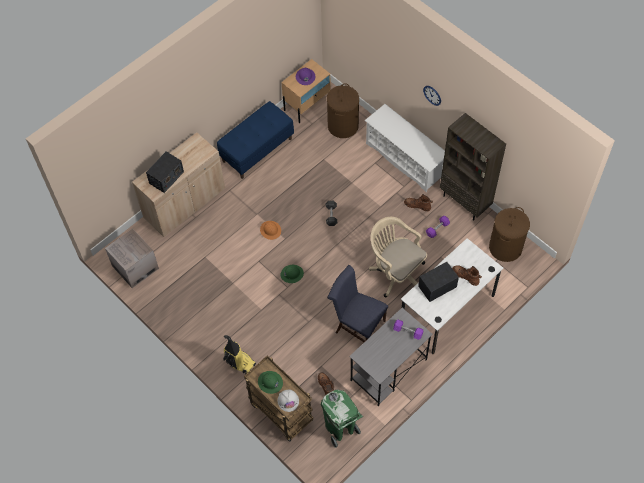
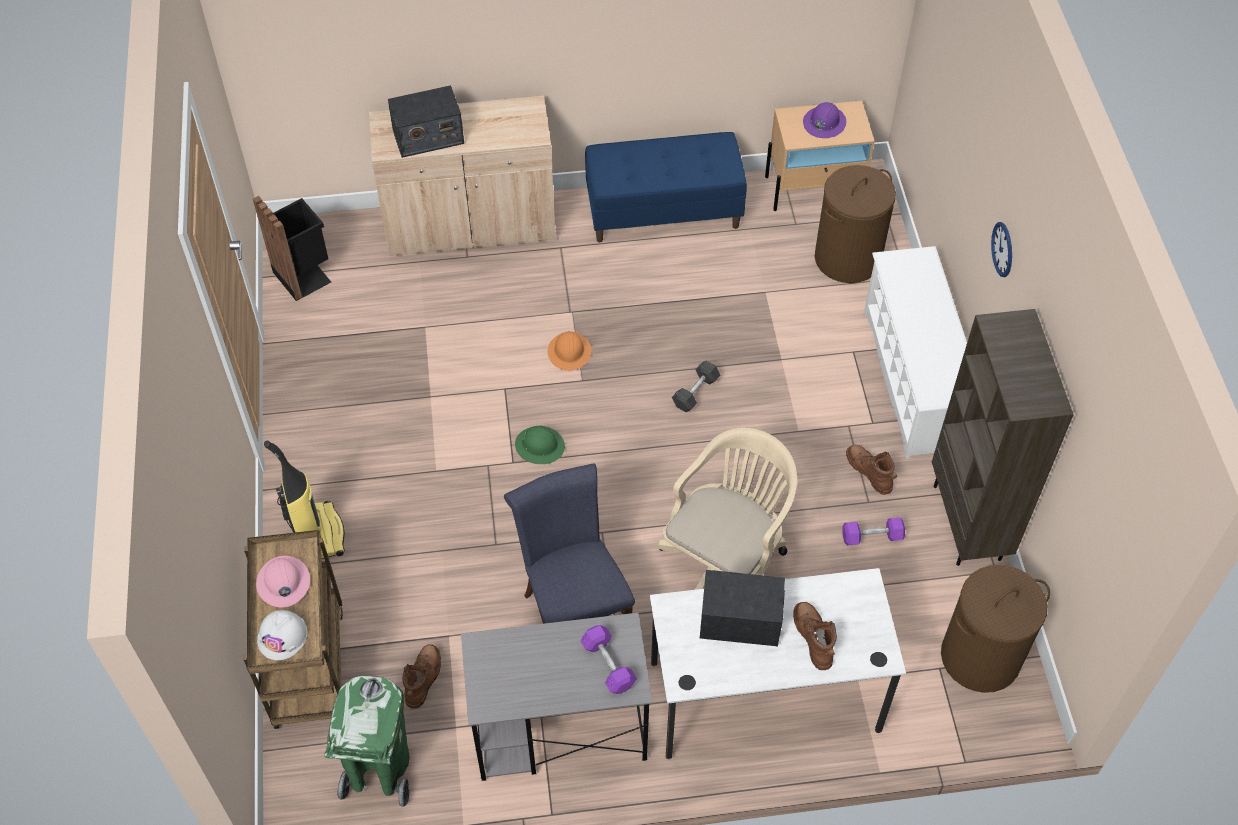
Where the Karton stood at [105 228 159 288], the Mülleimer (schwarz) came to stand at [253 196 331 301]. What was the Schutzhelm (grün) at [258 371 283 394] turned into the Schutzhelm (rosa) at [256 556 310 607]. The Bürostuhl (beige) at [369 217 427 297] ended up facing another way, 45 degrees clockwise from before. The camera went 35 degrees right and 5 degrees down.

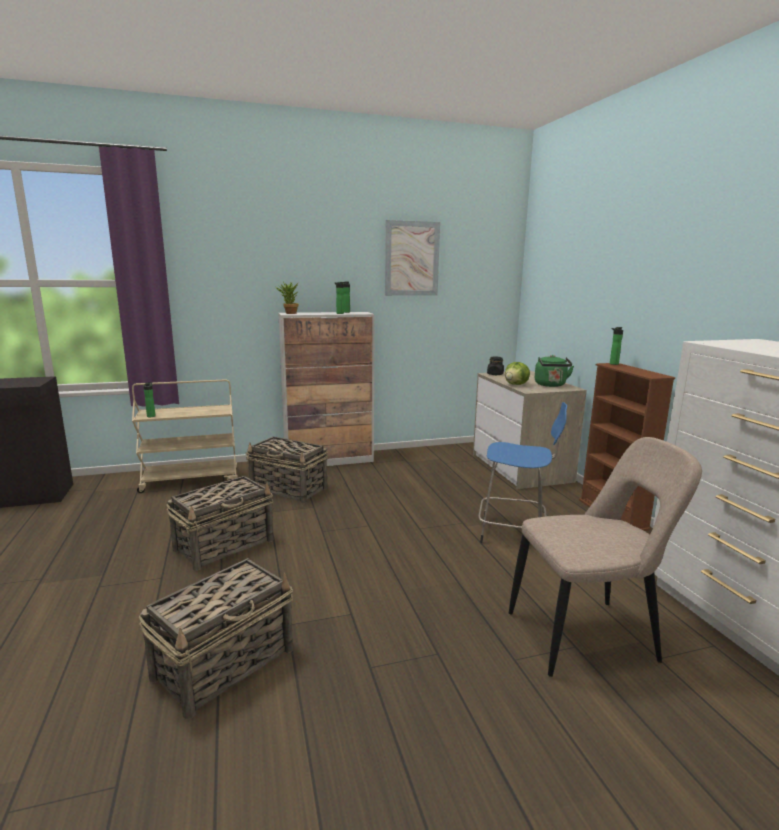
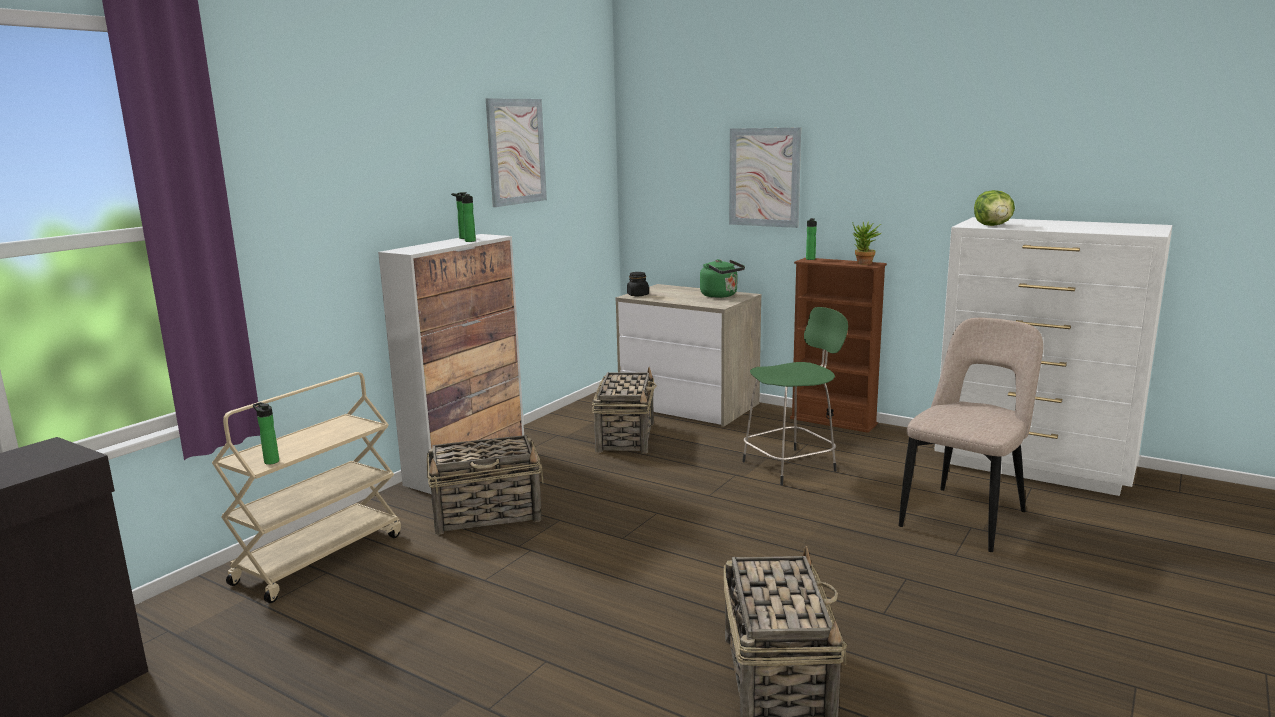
The Korb ended up elsewhere, having gone from [166 476 274 571] to [592 367 657 453]. The second view gained the Bild at [729 127 801 228]. What was the Hocker (blau) at [479 402 567 543] turned into the Hocker (grün) at [742 307 848 485]. The Topfpflanze ended up elsewhere, having gone from [276 281 299 314] to [853 221 881 265]. The Salatkopf ended up elsewhere, having gone from [505 362 530 385] to [974 190 1015 226]. The camera went 40 degrees left and 0 degrees up.

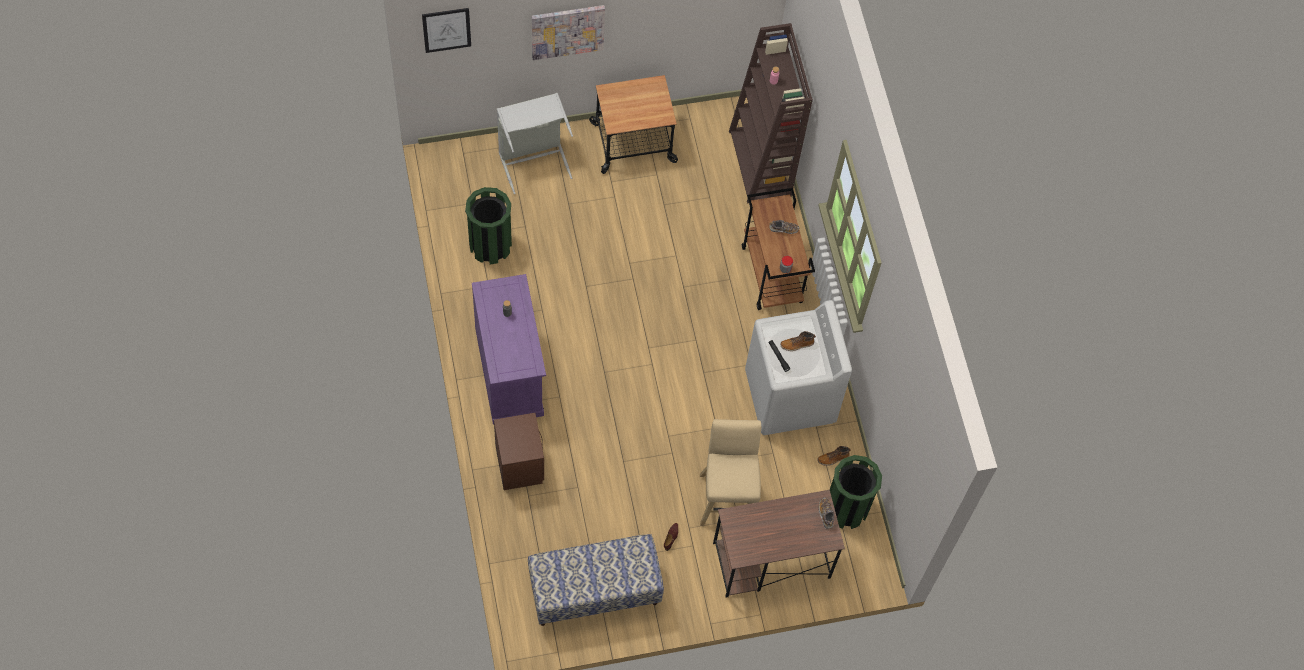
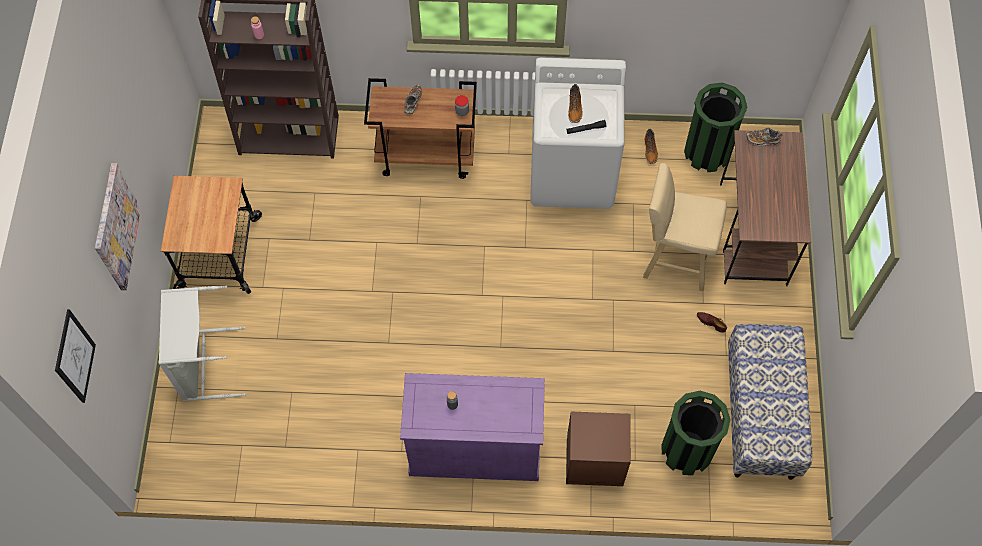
The Mülleimer (grün) ended up elsewhere, having gone from [465 187 512 265] to [662 391 731 475]. The camera went 70 degrees left and 0 degrees up.

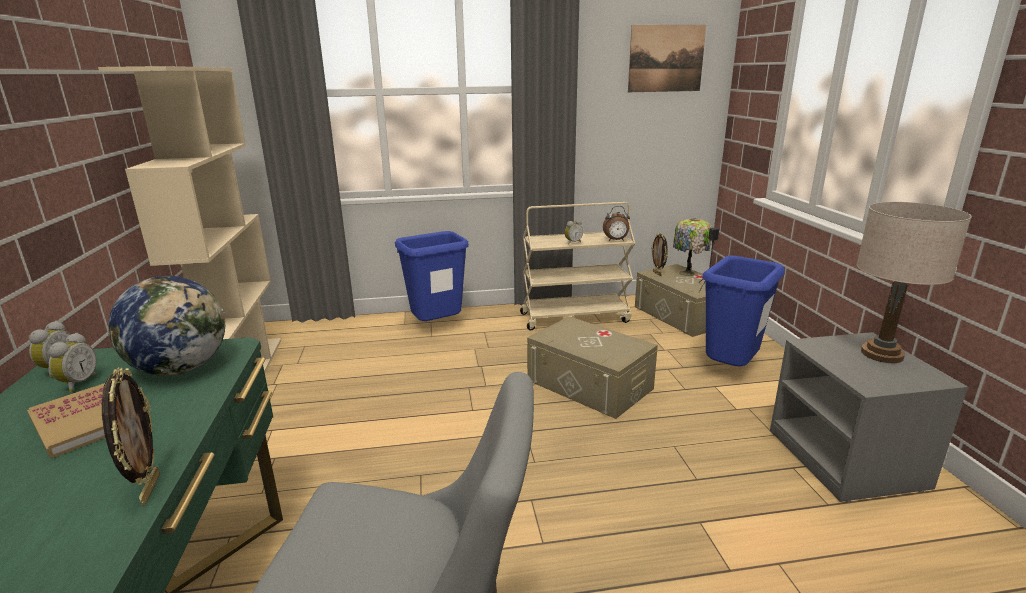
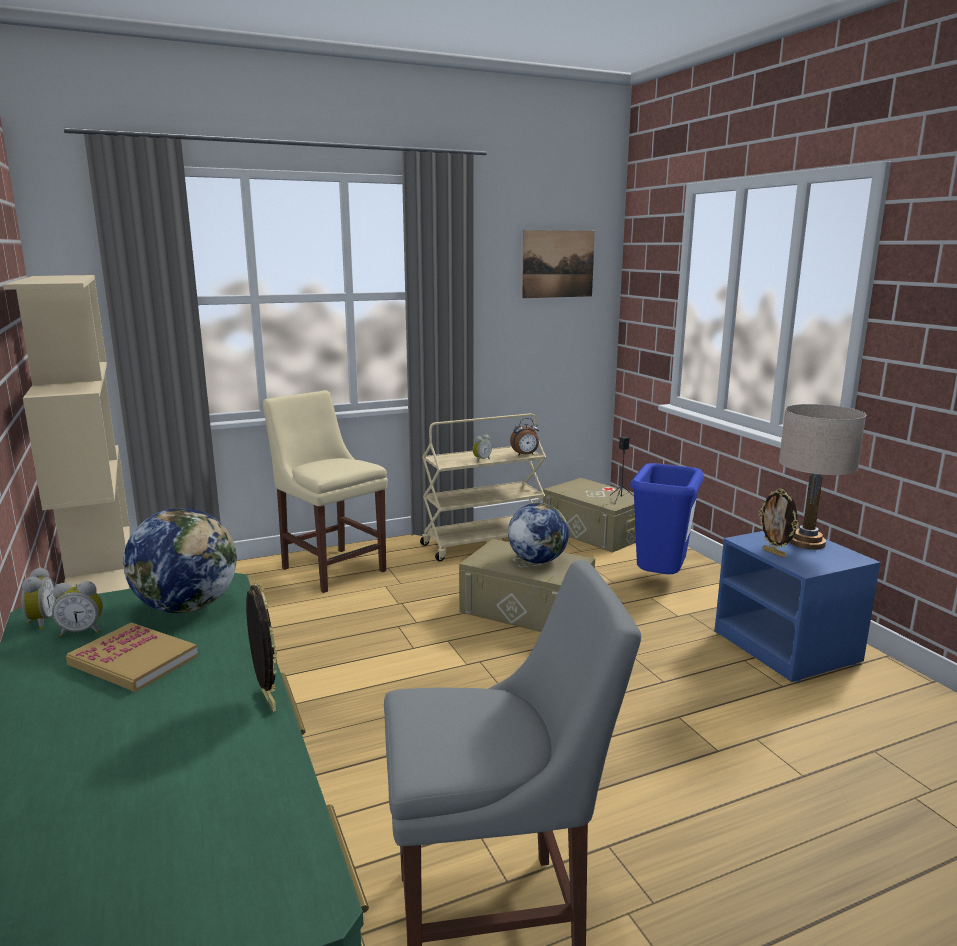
The Wecker at [49 333 97 392] ended up facing another way, 90 degrees clockwise from before. Where the Mülleimer (blau) stood at [395 231 469 321], the Stuhl (beige) came to stand at [263 390 388 593]. The second view gained the Globus at [508 503 569 563]. What was the Nachttisch (grau) at [770 332 968 503] turned into the Nachttisch (blau) at [715 527 881 682]. The Bilderrahmen ended up elsewhere, having gone from [651 232 668 276] to [758 488 799 558]. The second view lost the Tischlampe at [673 218 712 276]. The camera went 15 degrees left and 5 degrees down.

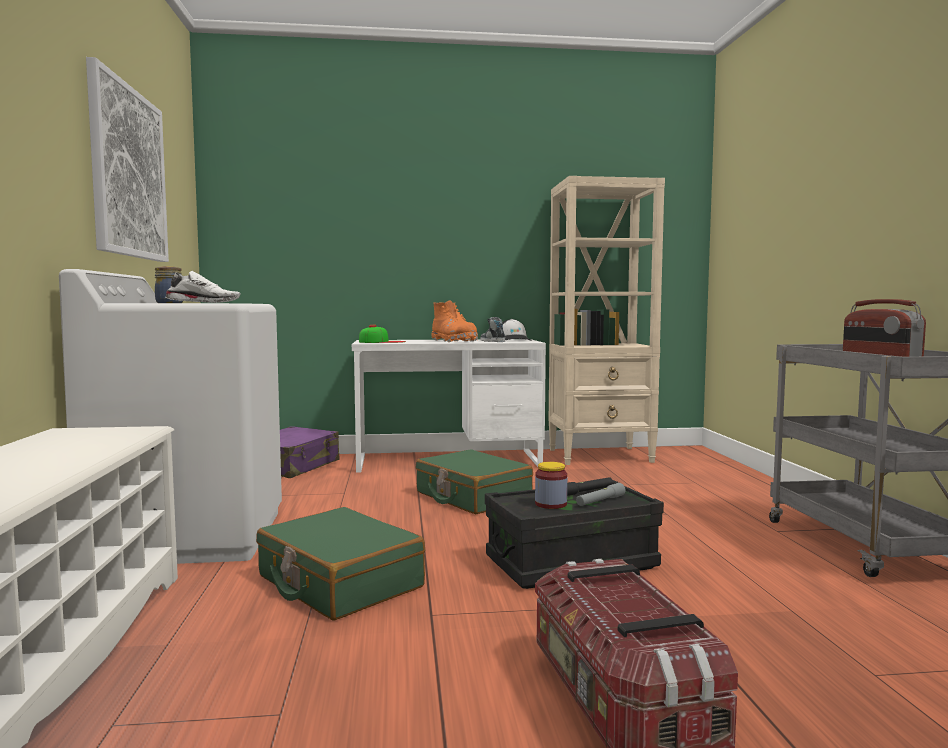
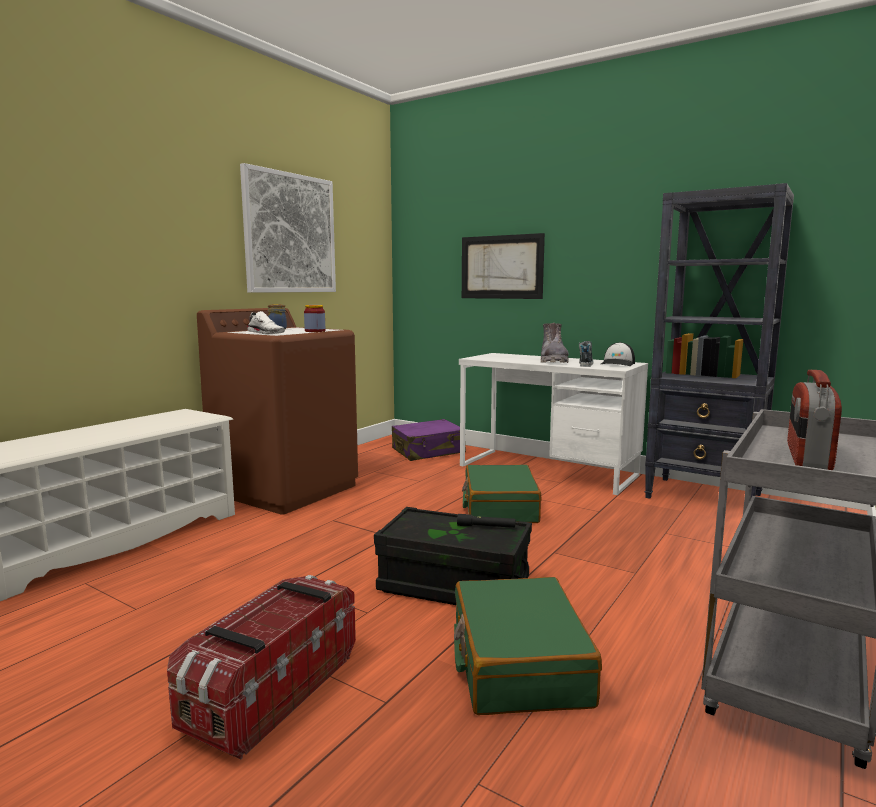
What was the Waschmaschine (weiß) at [59 269 282 564] turned into the Waschmaschine (braun) at [197 308 358 515]. The Vorratsglas ended up elsewhere, having gone from [535 462 567 509] to [304 305 325 332]. The Koffer (grün) ended up elsewhere, having gone from [256 507 425 621] to [454 577 602 715]. The second view gained the Bild at [462 233 545 299]. What was the Stiefel (orange) at [432 300 478 342] turned into the Stiefel (grau) at [540 323 569 363]. What was the Bücherregal (beige) at [549 176 665 465] turned into the Bücherregal (schwarz) at [645 183 794 499]. The second view lost the Kappe at [359 325 406 343]. The second view lost the Taschenlampe (grau) at [576 483 625 506]. The camera went 40 degrees right and 5 degrees up.

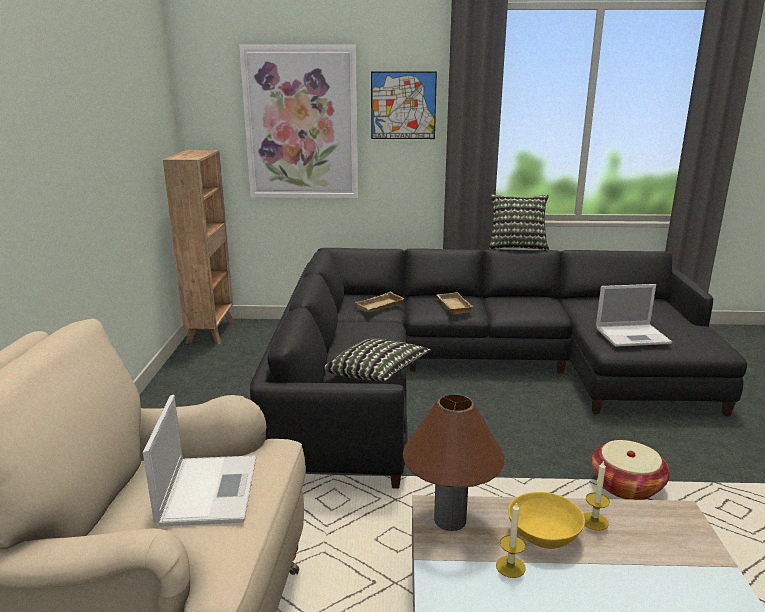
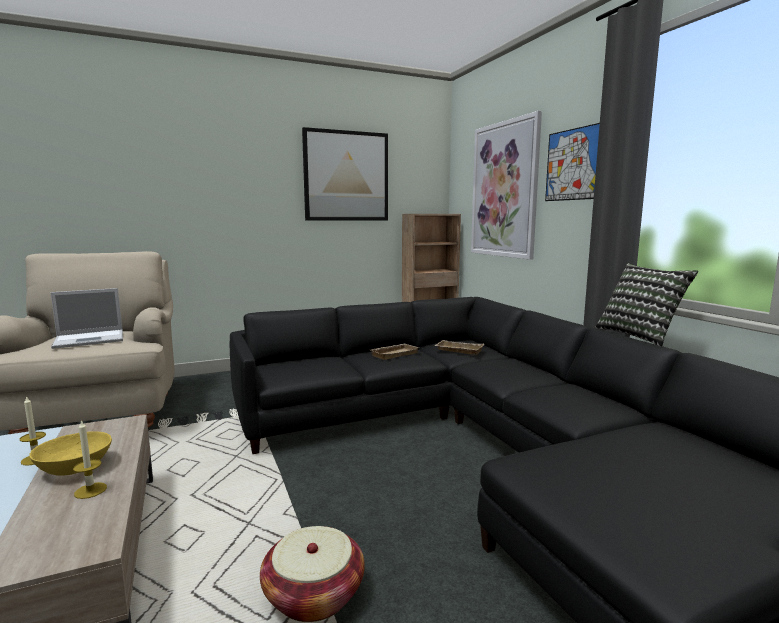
The second view gained the Bild at [302 127 388 221]. The Tablett (beige) ended up elsewhere, having gone from [437 292 472 314] to [371 344 419 360]. The second view lost the Kissen at [325 338 431 381]. The second view lost the Tischlampe (braun) at [402 394 504 531]. The second view lost the Laptop at [596 284 672 347]. The camera went 65 degrees right and 10 degrees down.

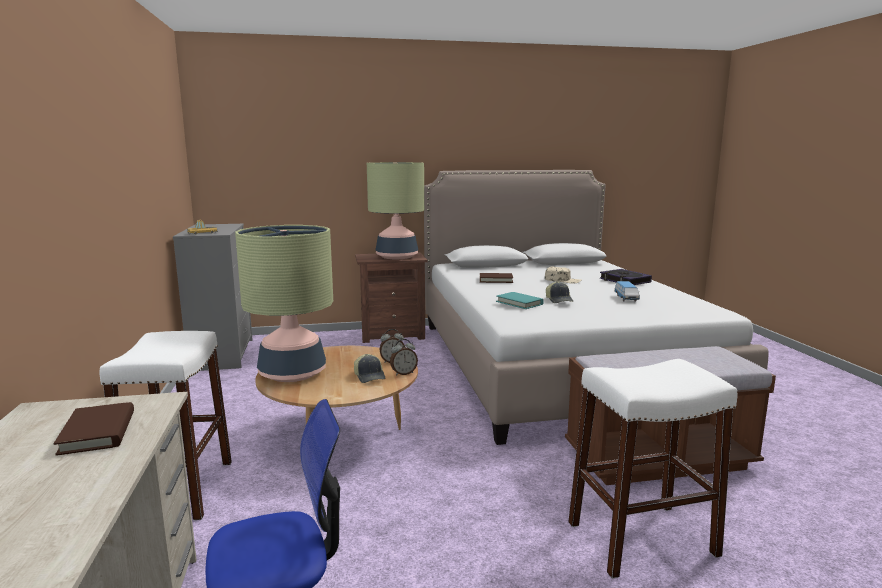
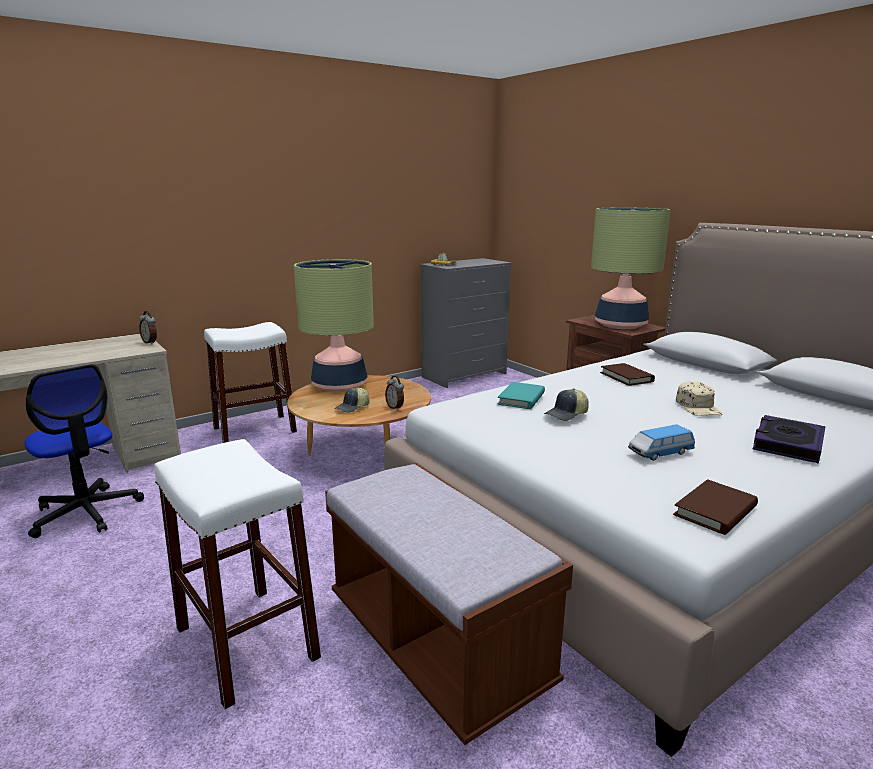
The Wecker ended up elsewhere, having gone from [390 339 418 376] to [139 311 157 344]. The Buch (braun) ended up elsewhere, having gone from [54 402 134 456] to [673 479 758 535]. The camera went 65 degrees right and 5 degrees up.

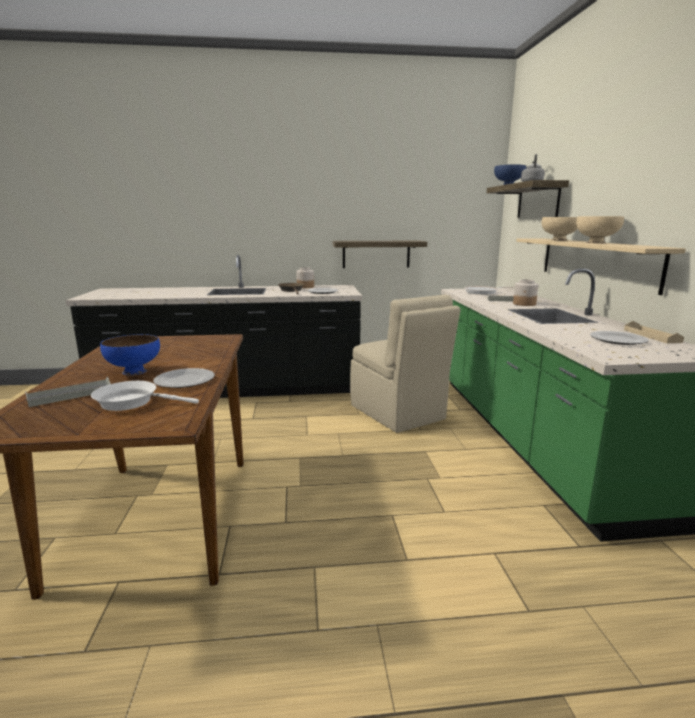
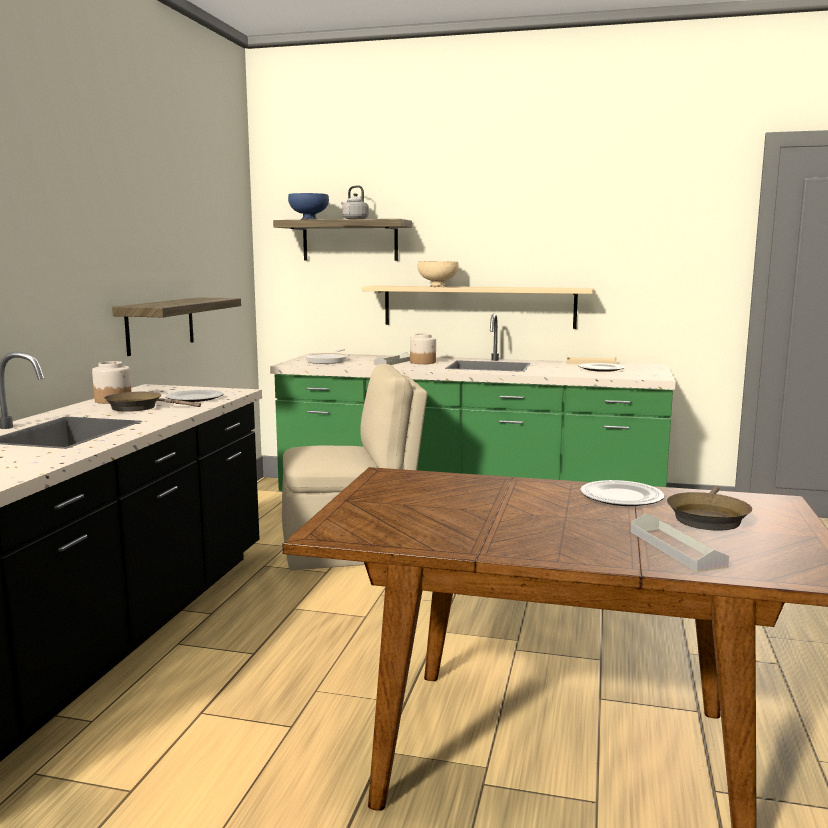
What was the Pfanne (weiß) at [91 381 199 411] turned into the Pfanne (braun) at [667 486 752 531]. The second view lost the Schüssel (blau) at [100 334 160 375]. The second view lost the Schüssel (beige) at [576 216 624 244]. The camera went 70 degrees left and 5 degrees down.

